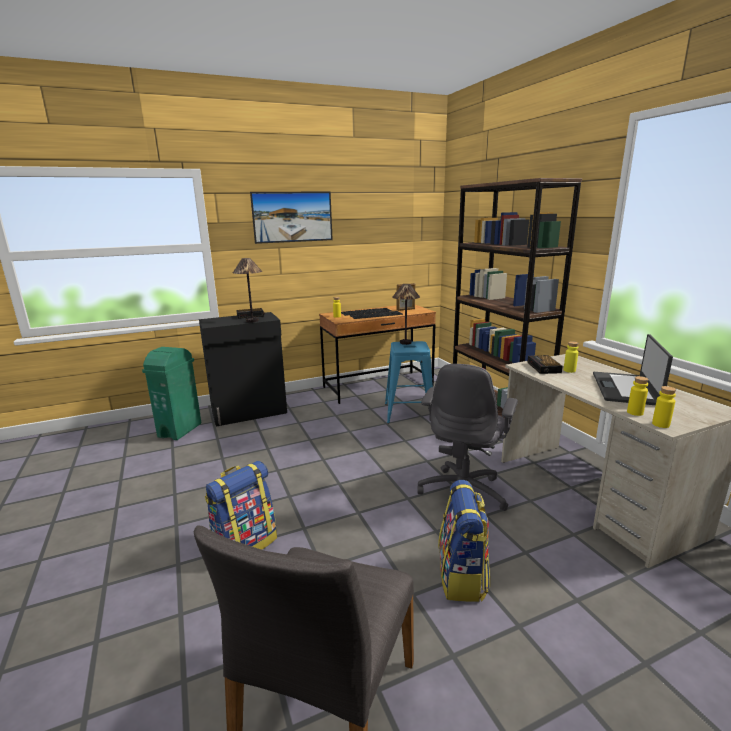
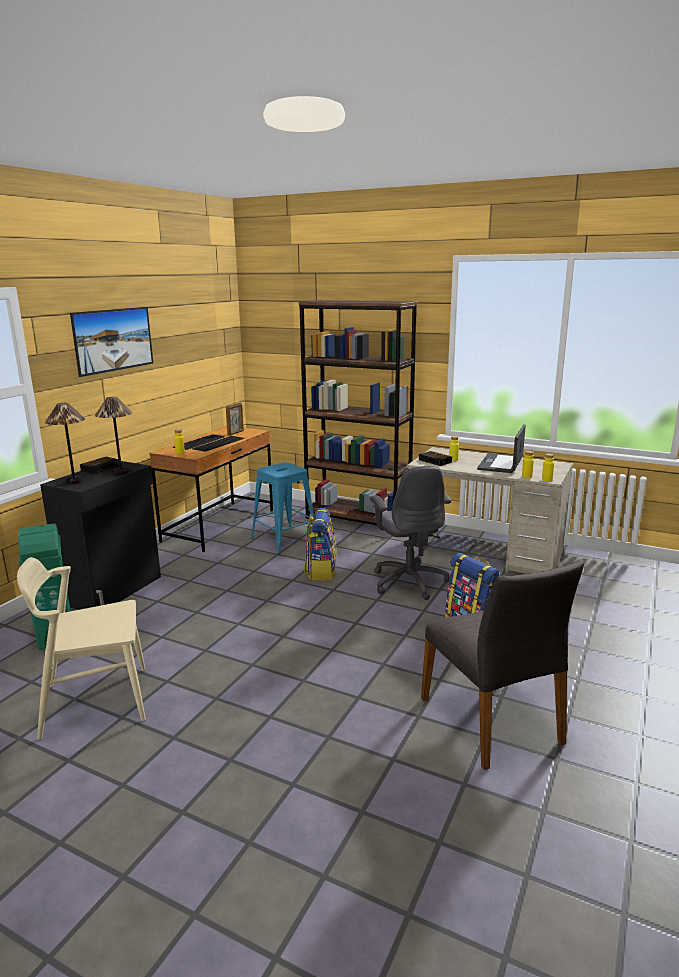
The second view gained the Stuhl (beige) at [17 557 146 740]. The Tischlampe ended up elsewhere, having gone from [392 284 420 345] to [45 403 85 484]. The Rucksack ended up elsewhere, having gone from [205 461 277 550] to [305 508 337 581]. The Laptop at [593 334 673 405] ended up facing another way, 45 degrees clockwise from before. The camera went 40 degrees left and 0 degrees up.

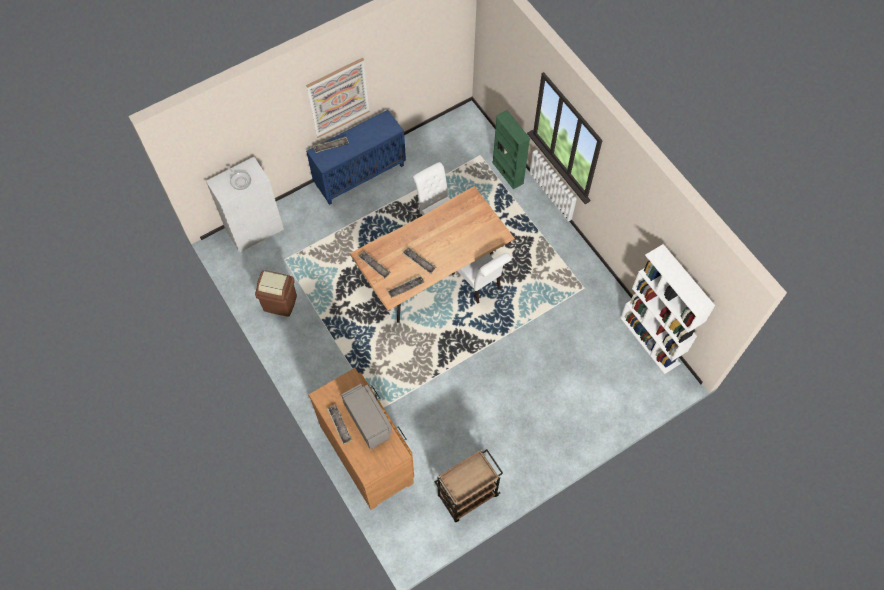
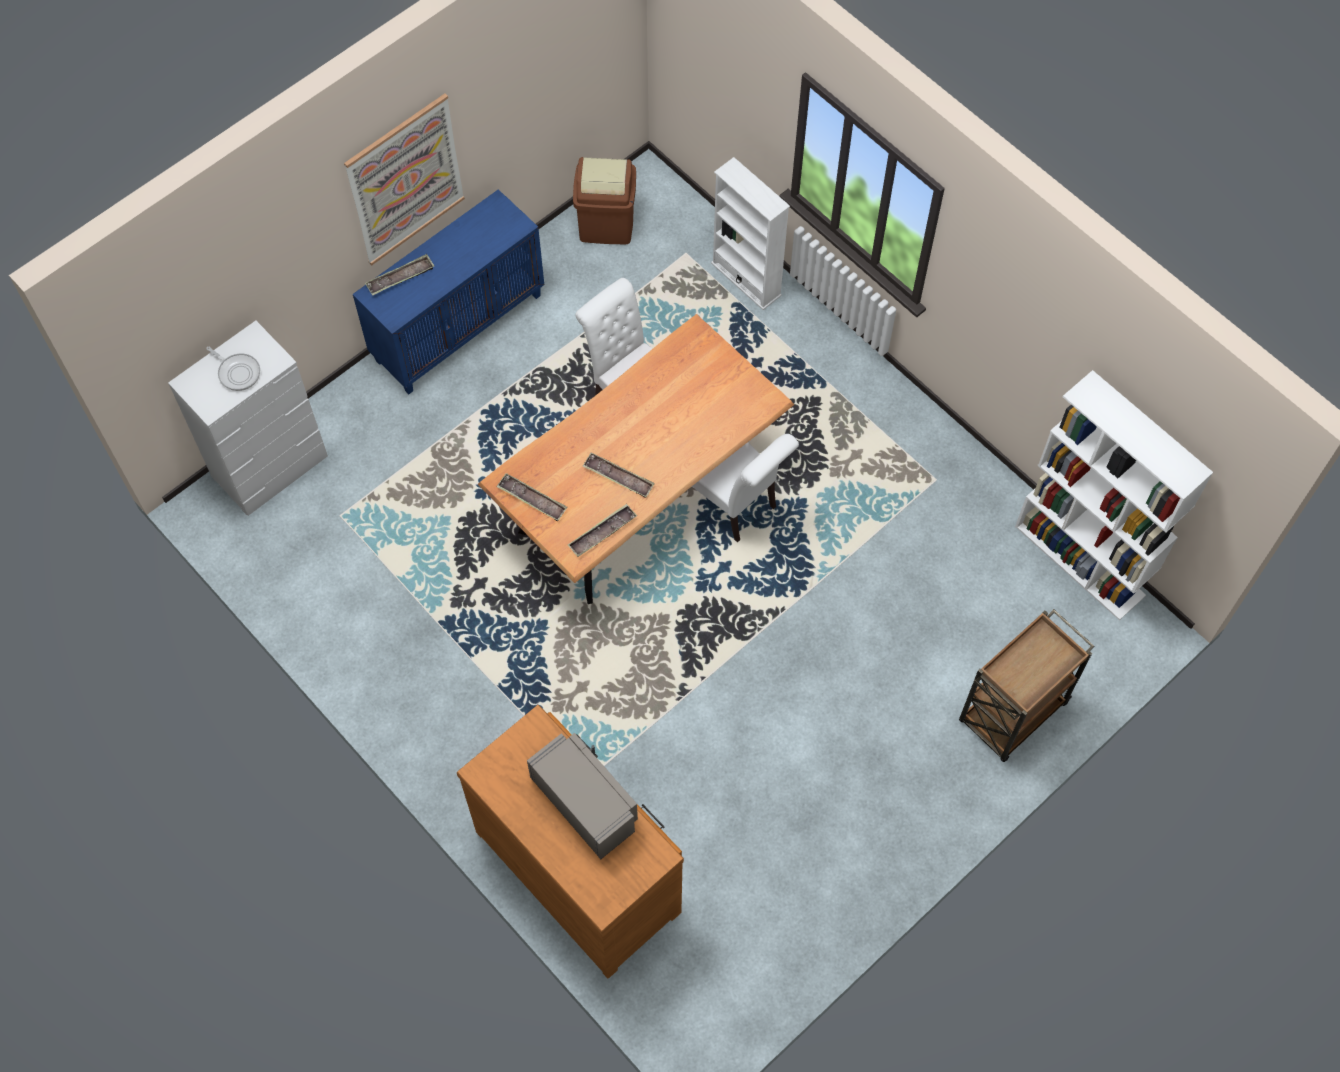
The Mülleimer (braun) ended up elsewhere, having gone from [255 270 297 317] to [573 157 636 244]. What was the Bücherregal (grün) at [492 110 530 189] turned into the Bücherregal (weiß) at [711 157 790 310]. The Rollwagen (braun) ended up elsewhere, having gone from [435 449 503 522] to [959 609 1094 762]. The second view lost the Tablett at [327 405 352 444]. The camera went 10 degrees left and 0 degrees up.

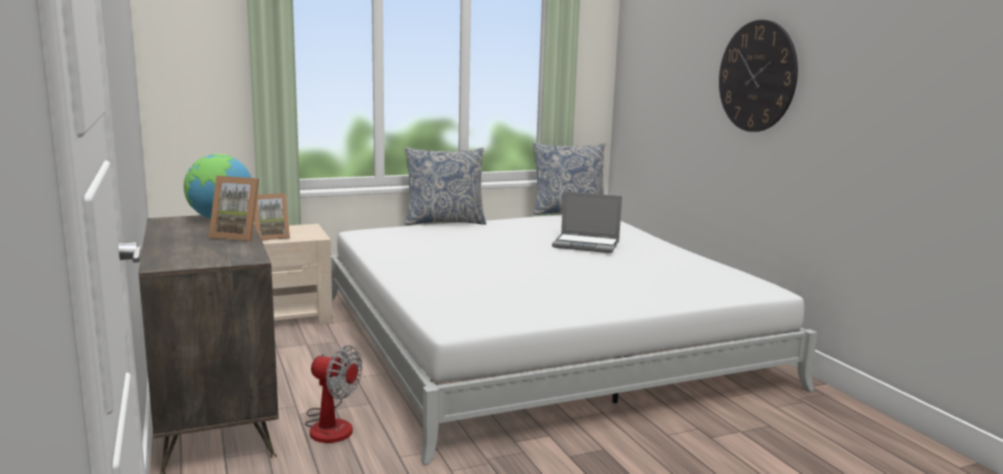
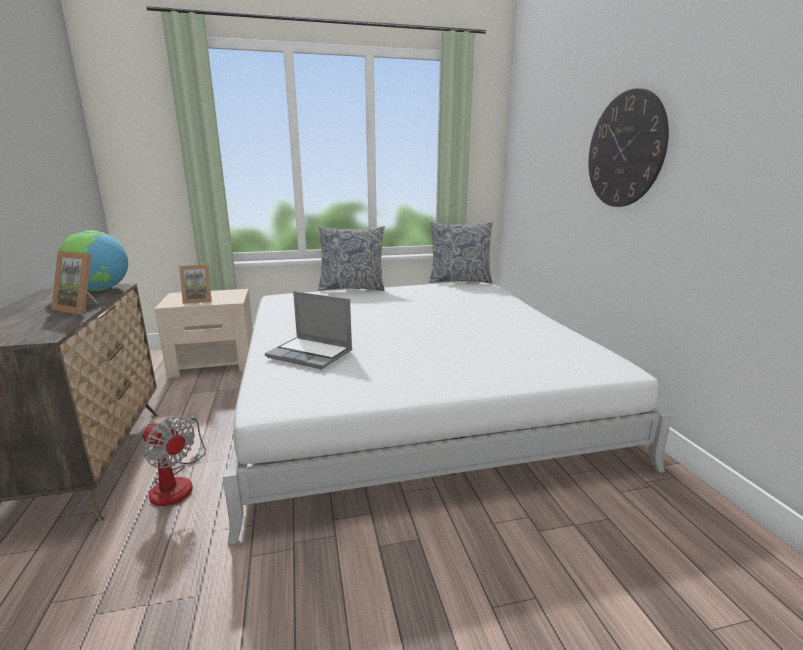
The Laptop ended up elsewhere, having gone from [552 192 622 253] to [265 291 352 369]. The camera went 10 degrees right and 5 degrees up.

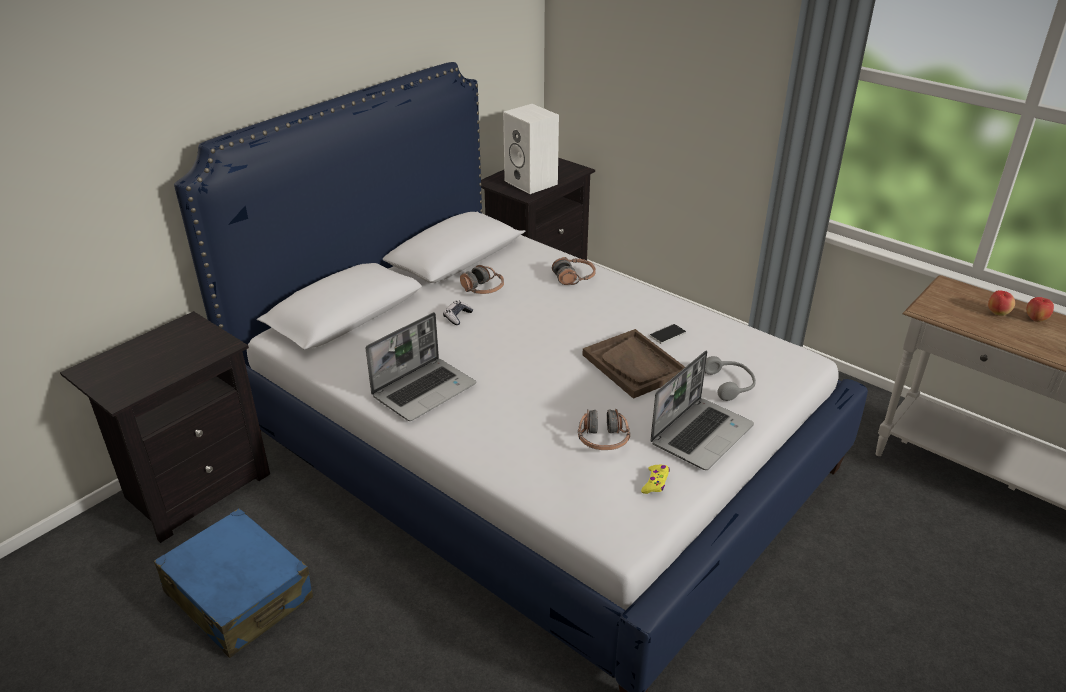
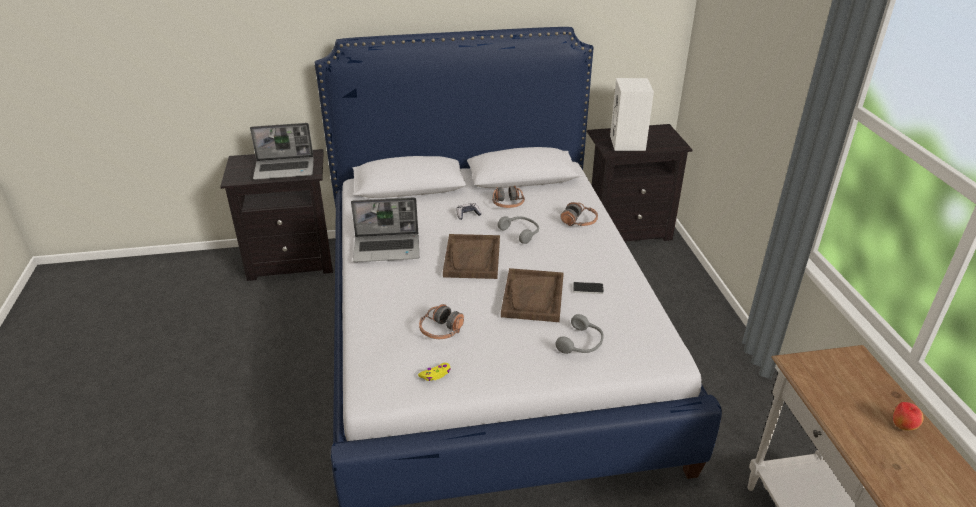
The Laptop ended up elsewhere, having gone from [650 350 754 470] to [250 123 314 180]. The second view gained the Tablett (braun) at [443 234 500 279]. The second view gained the Kopfhörer (grau) at [498 216 539 244]. The second view lost the Koffer (blau) at [154 508 313 658]. The second view lost the Apfel at [988 290 1015 316]. The camera went 40 degrees right and 0 degrees up.

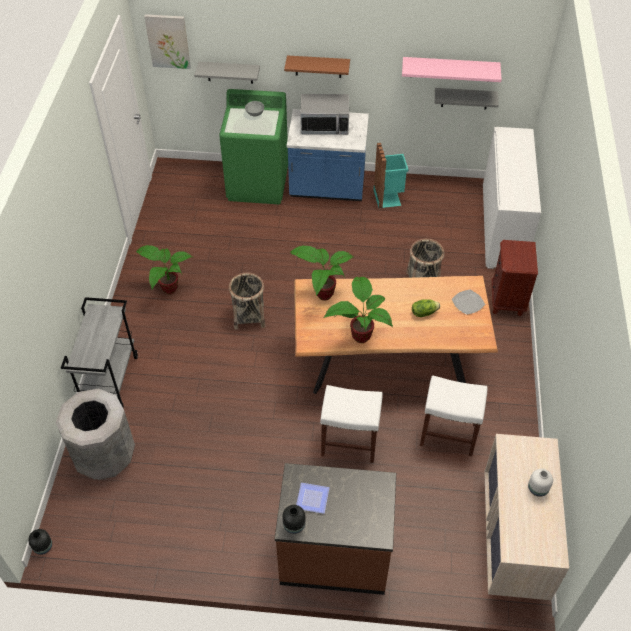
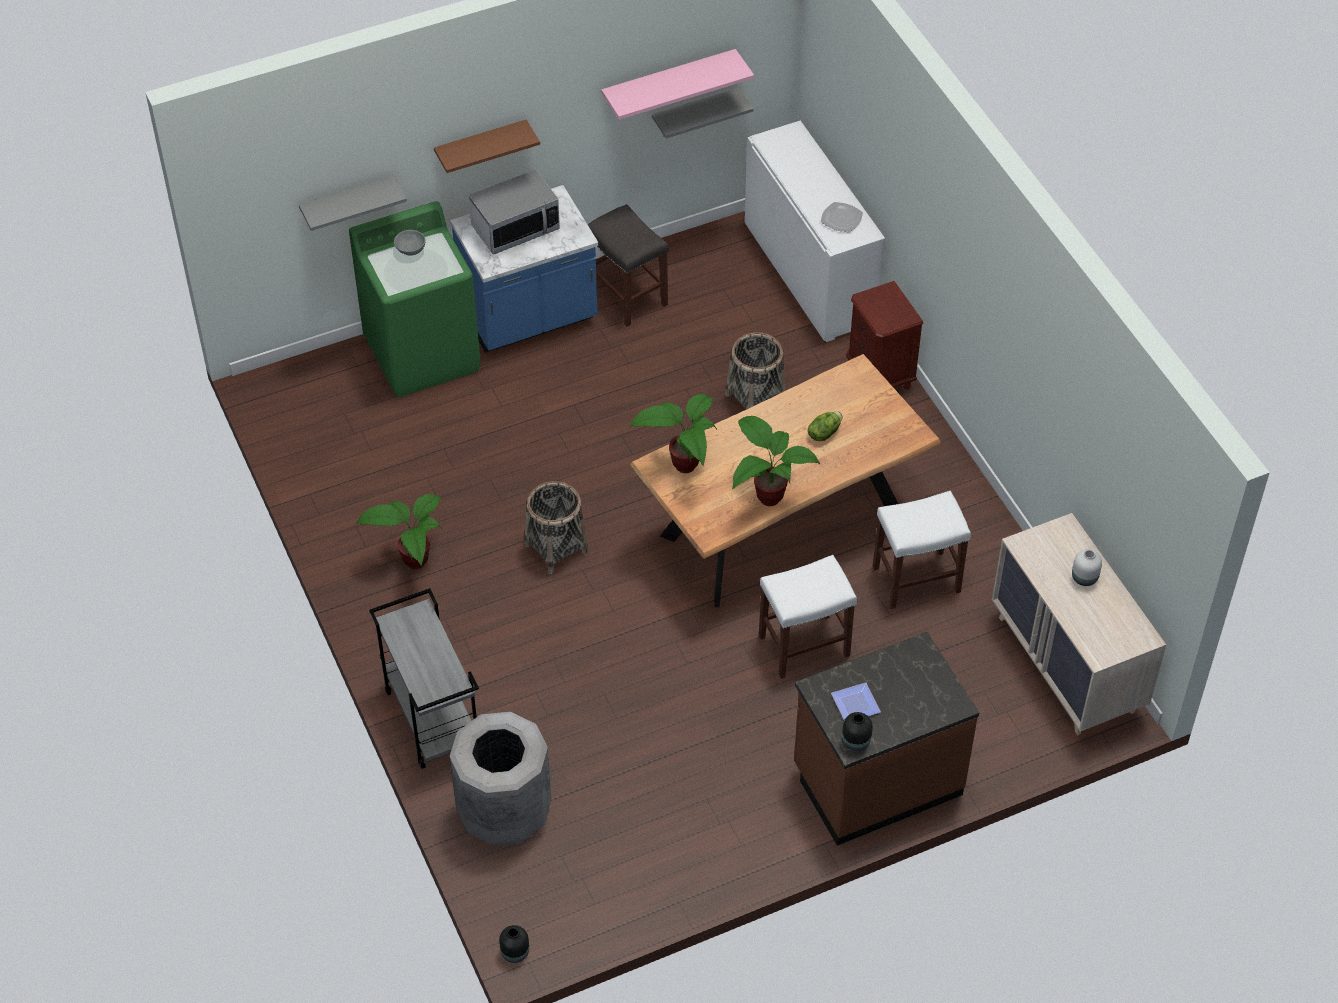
Where the Mülleimer (türkis) stood at [374 143 408 208], the Hocker (grau) came to stand at [587 204 669 327]. The Teller ended up elsewhere, having gone from [452 290 485 315] to [821 202 863 232]. The second view lost the Bild at [144 14 191 69]. The camera went 30 degrees left and 0 degrees up.

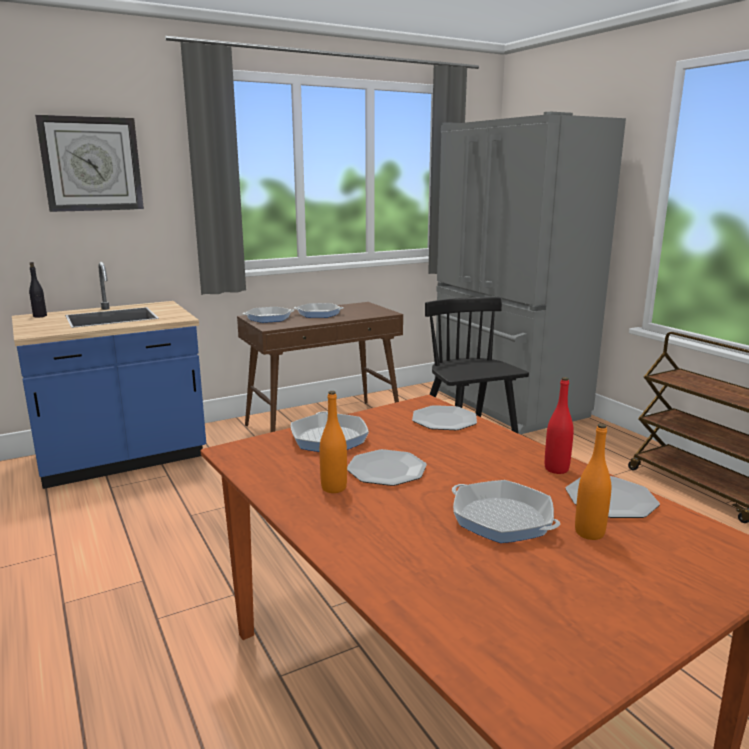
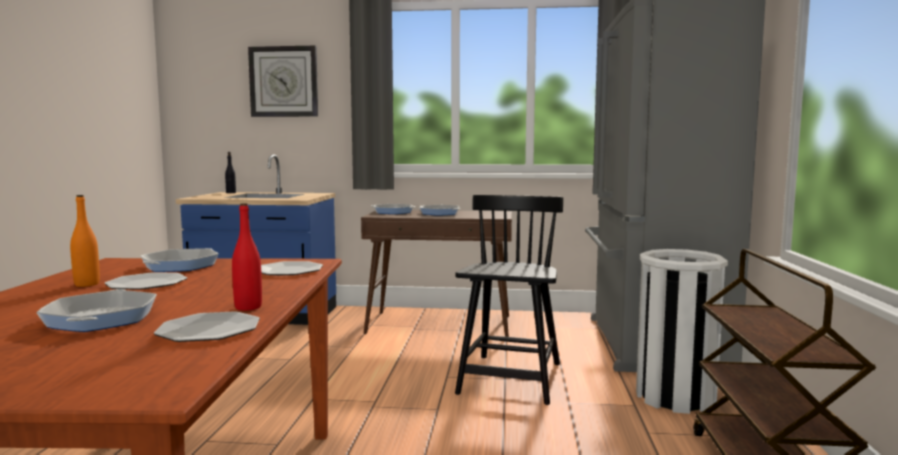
The second view gained the Mülleimer (weiß) at [636 249 728 414]. The second view lost the Flasche (orange) at [575 424 611 540]. The camera went 35 degrees right and 10 degrees down.

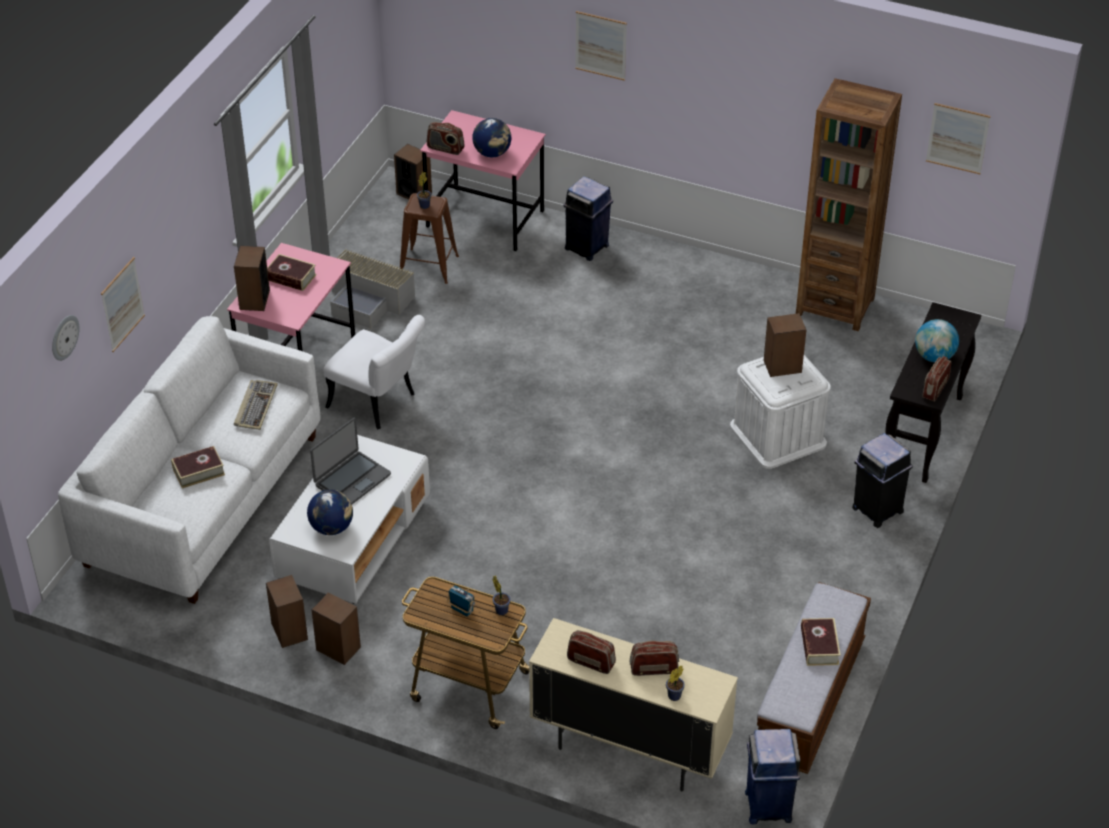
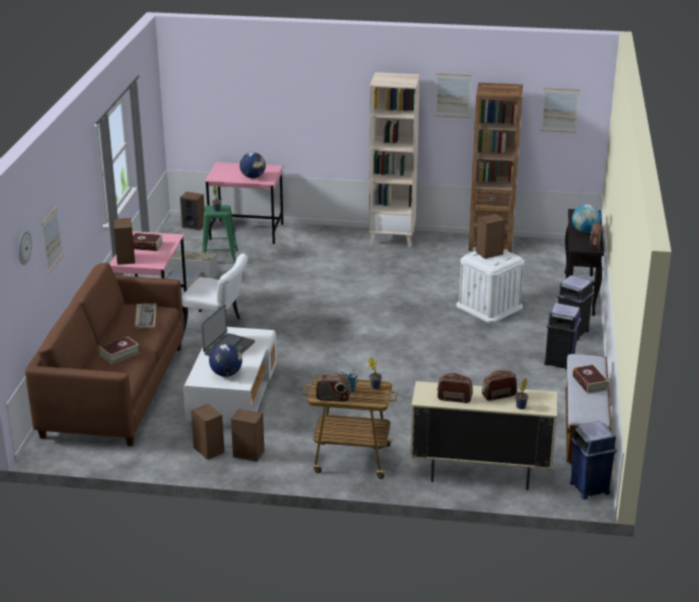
What was the Sofa (weiß) at [58 316 320 604] turned into the Sofa (braun) at [25 263 184 446]. What was the Hocker (braun) at [400 193 459 284] turned into the Hocker (grün) at [202 205 238 264]. The Radio ended up elsewhere, having gone from [427 122 464 155] to [316 373 351 402]. The second view gained the Bücherregal (beige) at [369 72 420 247]. The Bild ended up elsewhere, having gone from [575 11 627 81] to [435 73 472 118]. The Mülleimer (blau) ended up elsewhere, having gone from [563 176 613 261] to [544 303 581 369]. The camera went 15 degrees left and 15 degrees down.

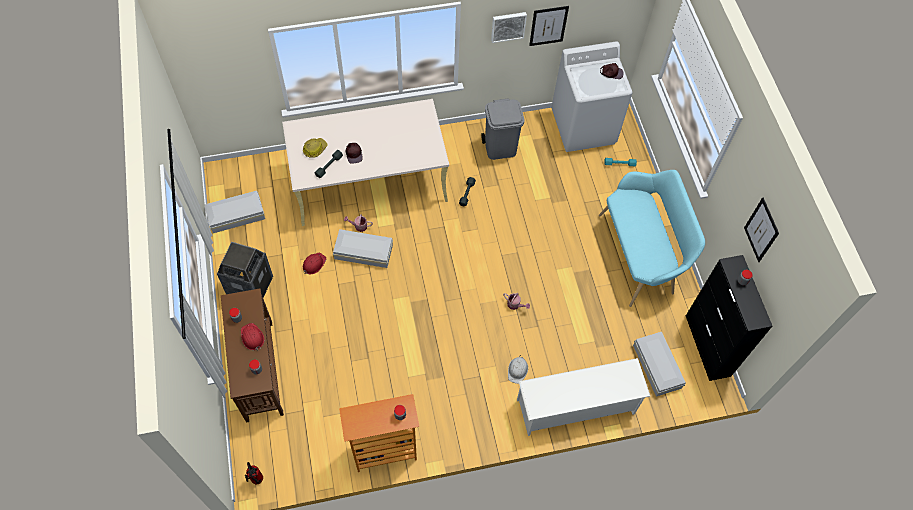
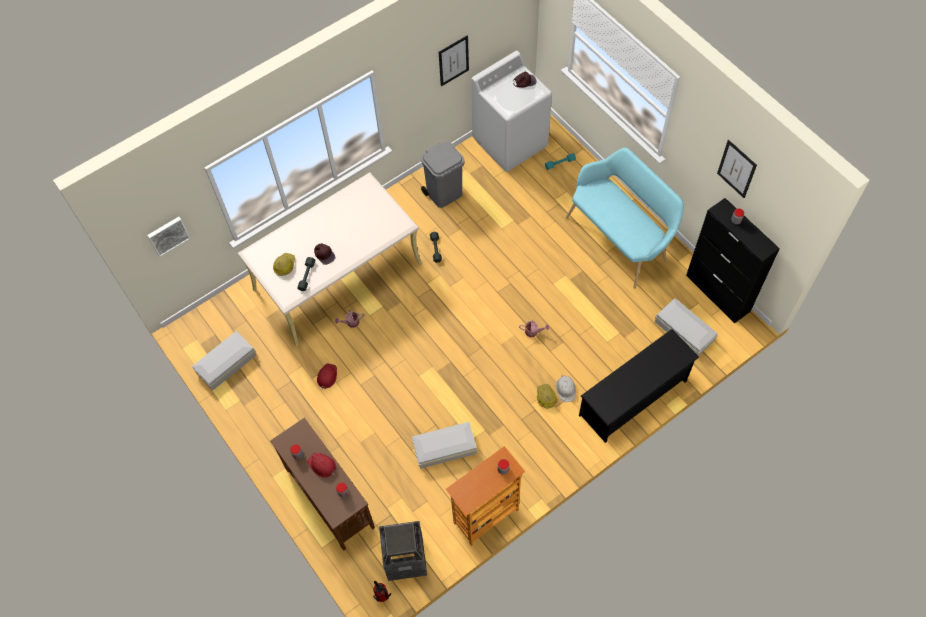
The Bild ended up elsewhere, having gone from [491 12 527 43] to [147 217 190 257]. The Mülleimer ended up elsewhere, having gone from [217 242 273 298] to [379 521 427 581]. The Aufbewahrungsbox (weiß) ended up elsewhere, having gone from [333 229 393 268] to [412 422 477 469]. The second view gained the Schutzhelm at [537 384 557 408]. What was the Schuhregal (weiß) at [517 358 650 436] turned into the Schuhregal (schwarz) at [579 329 699 443]. The camera went 20 degrees left and 0 degrees up.

